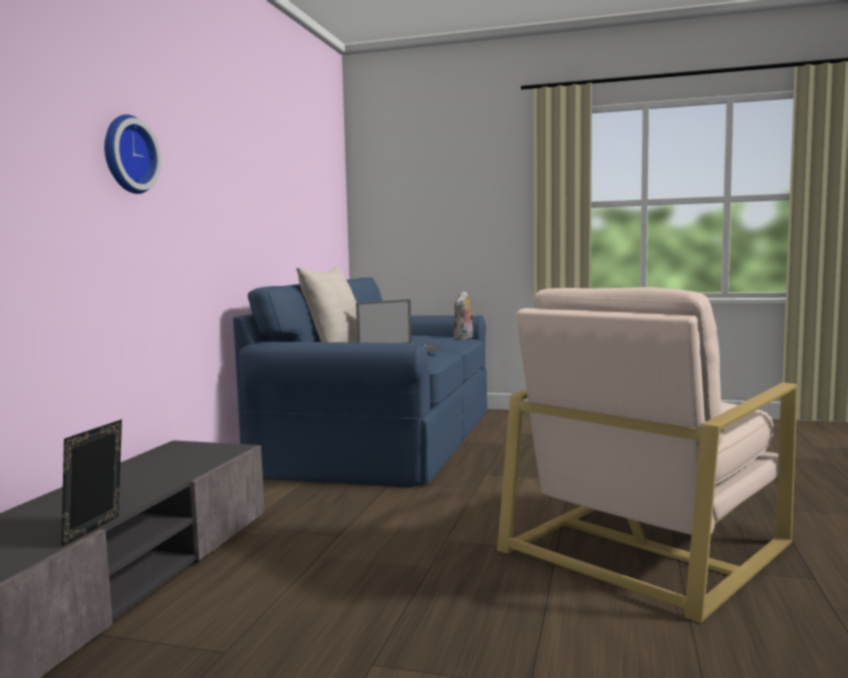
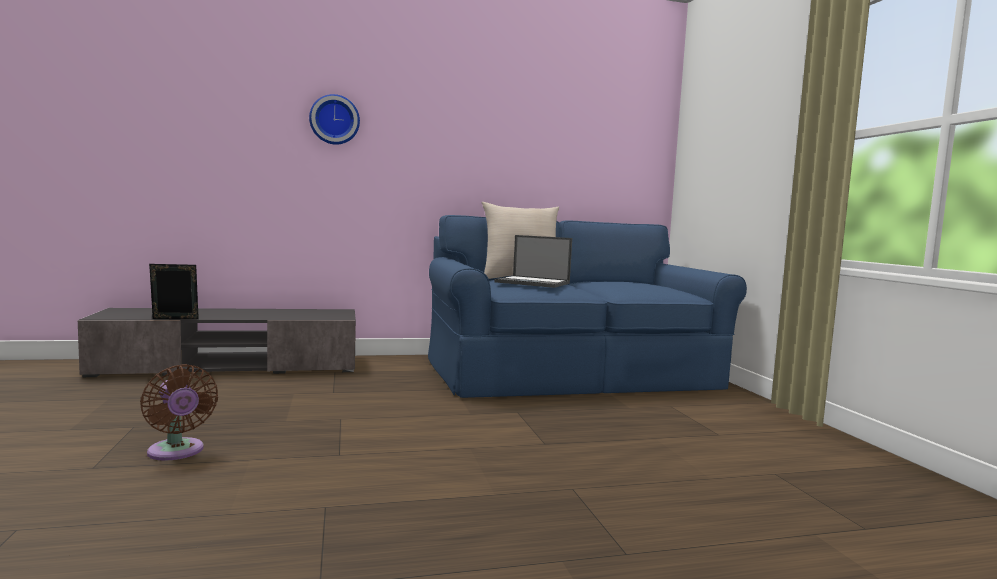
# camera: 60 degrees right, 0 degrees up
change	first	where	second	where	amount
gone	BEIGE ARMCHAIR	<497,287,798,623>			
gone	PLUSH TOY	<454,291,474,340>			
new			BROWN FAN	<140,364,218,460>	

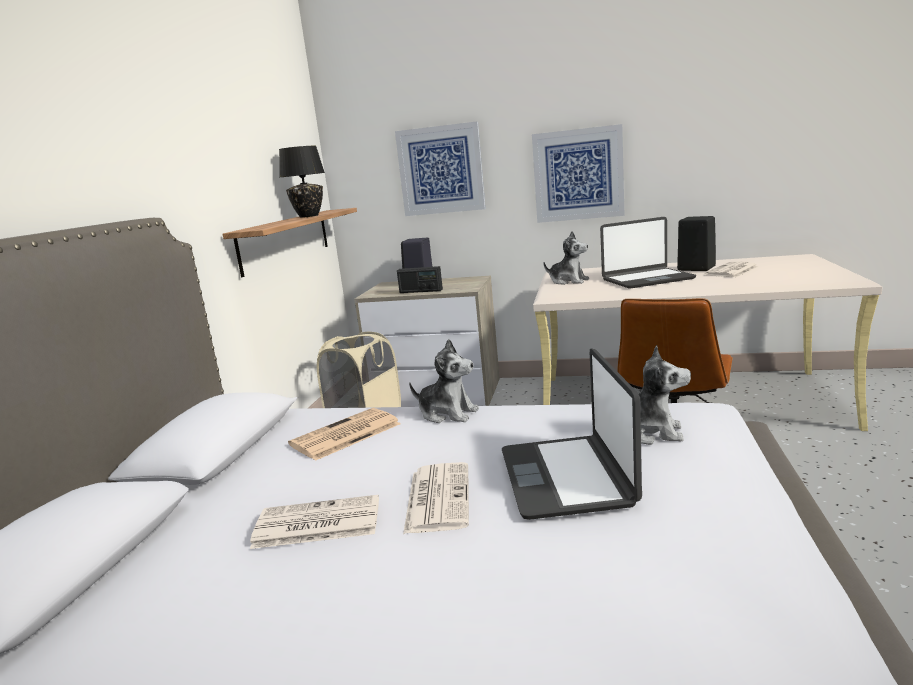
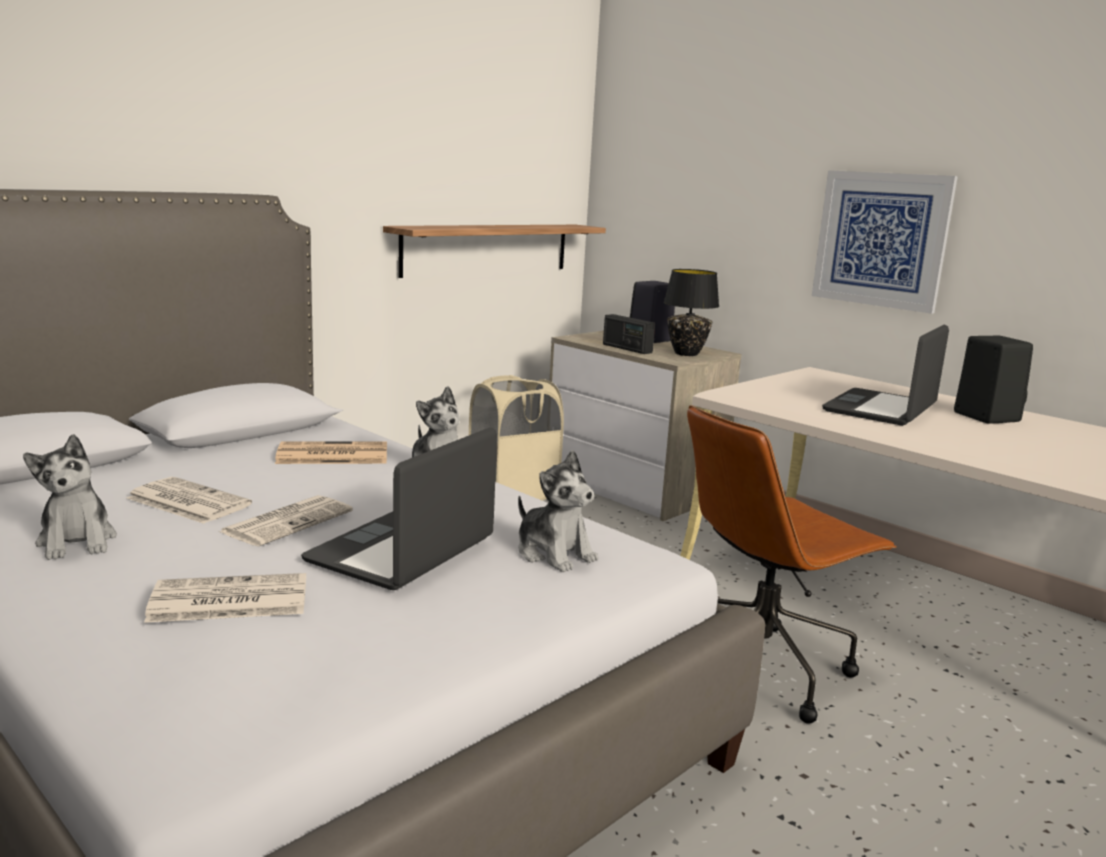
# camera: 30 degrees right, 0 degrees up
change	first	where	second	where	amount
gone	PICTURE	<395,121,485,216>			
shifted	BLACK TABLE LAMP	<279,146,325,218>		<664,269,719,356>	
rotated	LAPTOP	<600,217,696,289>		<822,324,949,426>	105 degrees clockwise
shifted	PLUSH TOY	<543,231,589,285>		<23,434,117,560>	
shifted	NEWSPAPER	<705,261,759,278>		<144,573,306,623>	

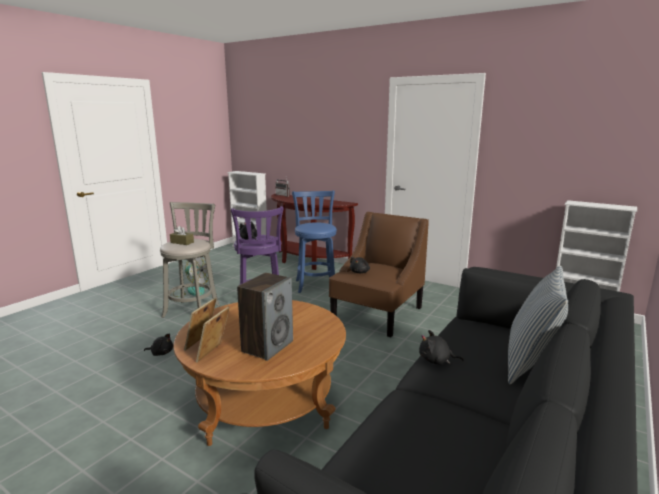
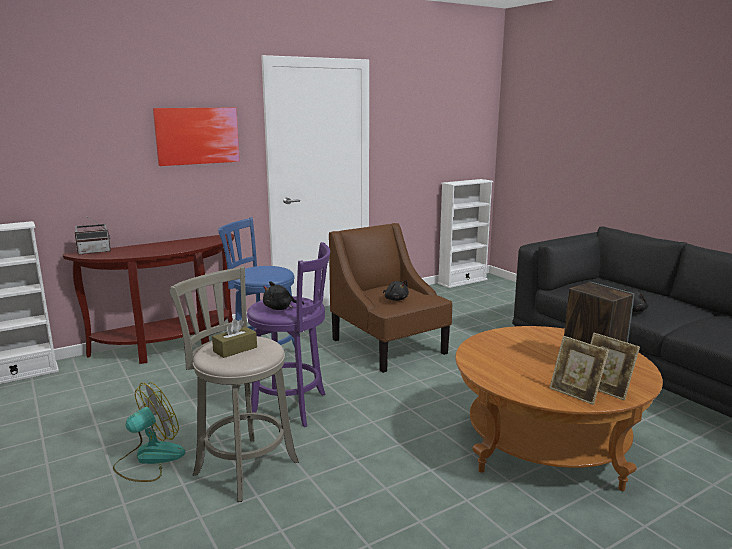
# camera: 65 degrees left, 0 degrees up
change	first	where	second	where	amount
gone	PILLOW	<508,266,568,384>			
gone	BLACK PLUSH TOY	<144,334,173,356>			
new			PICTURE	<153,108,240,166>	

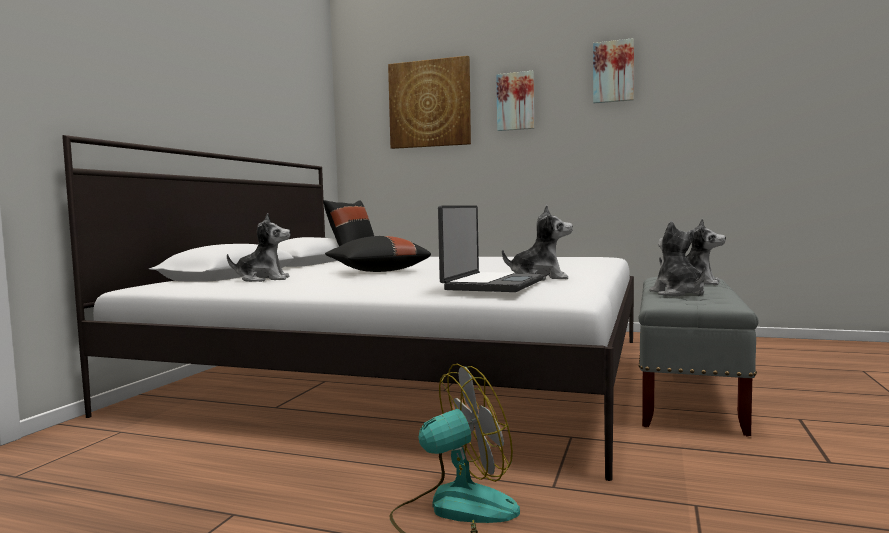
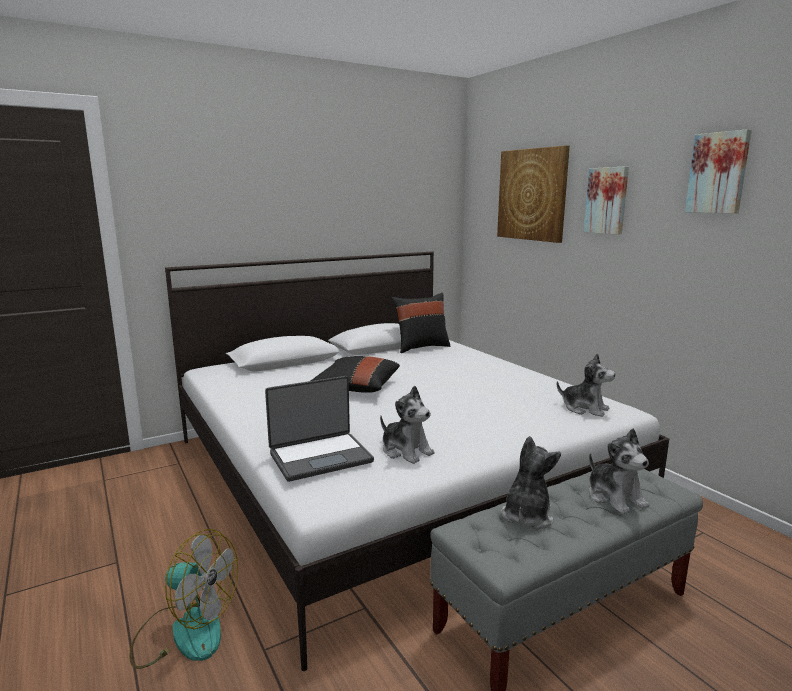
# camera: 40 degrees right, 10 degrees up
change	first	where	second	where	amount
shifted	PLUSH TOY	<227,213,291,282>		<557,353,615,417>	

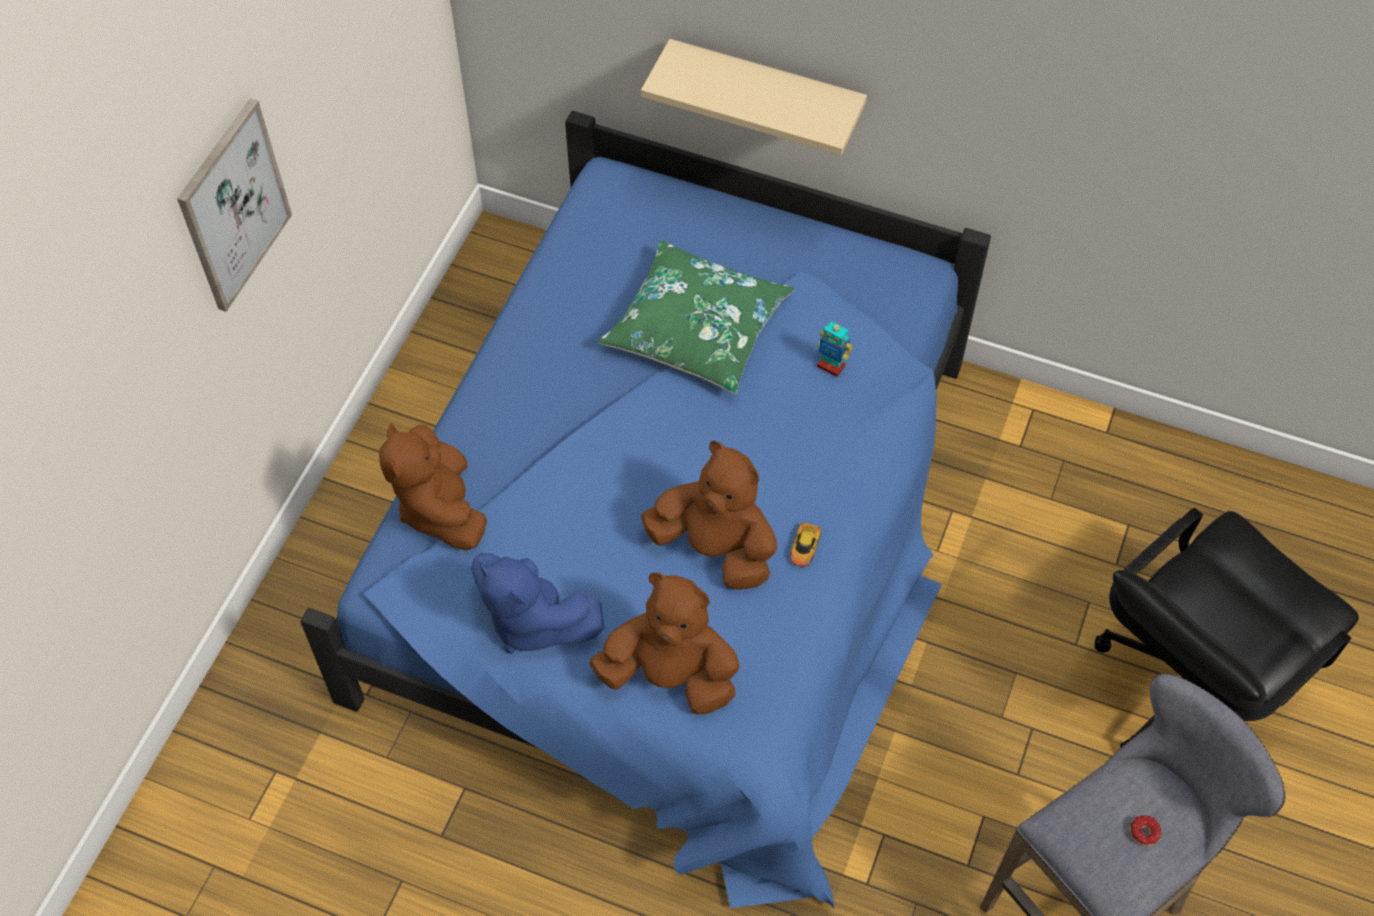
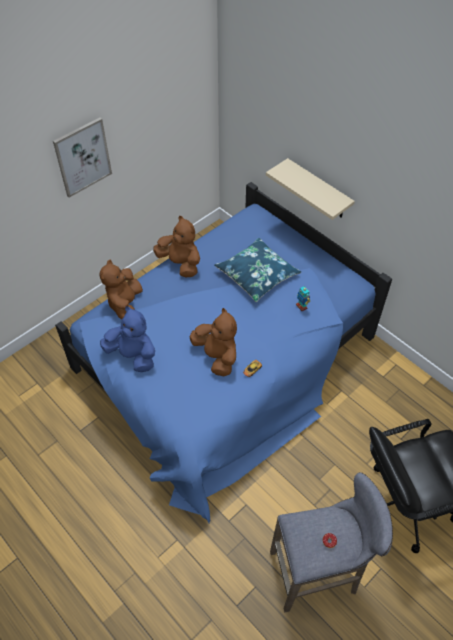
# camera: 25 degrees right, 5 degrees down
change	first	where	second	where	amount
repainted	GREEN PILLOW	<598,240,794,394>	BLUE PILLOW	<214,238,301,302>	
rotated	BLUE PLUSH TOY	<471,553,605,654>		<100,306,155,372>	150 degrees clockwise
shifted	BROWN PLUSH TOY	<589,573,740,714>		<153,216,200,278>	

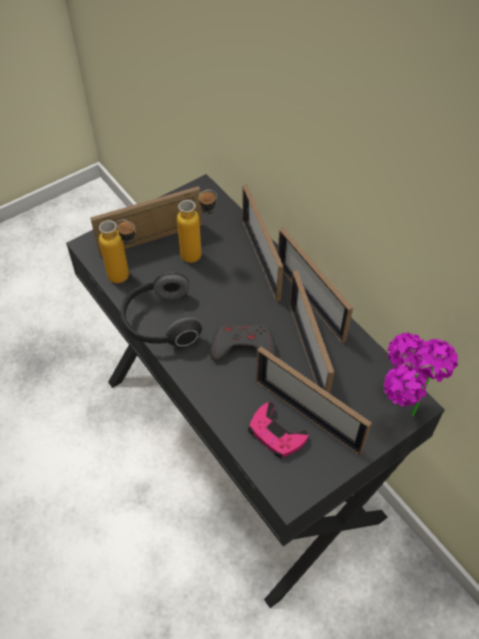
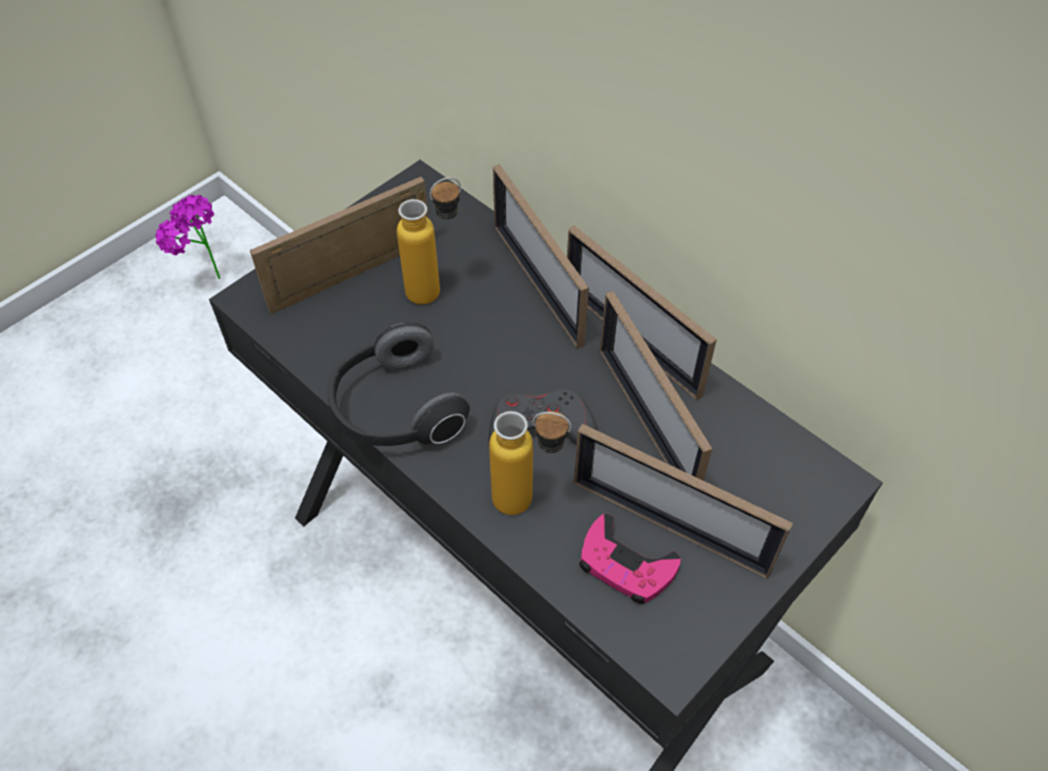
# camera: 10 degrees left, 0 degrees up
change	first	where	second	where	amount
shifted	BOTTLE	<99,219,136,283>		<489,411,571,515>	
shifted	POTTED PLANT	<384,333,458,417>		<155,195,220,279>	

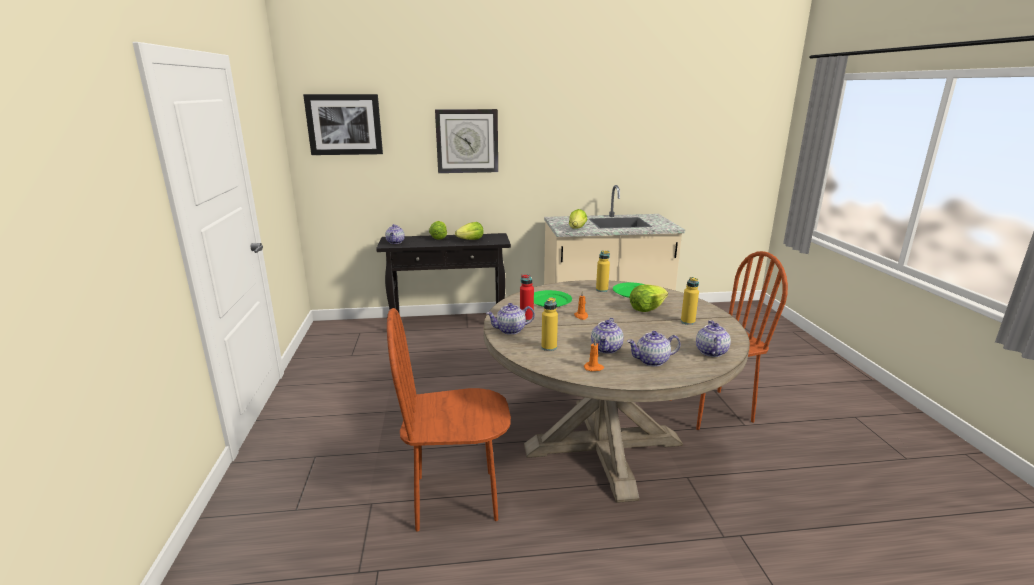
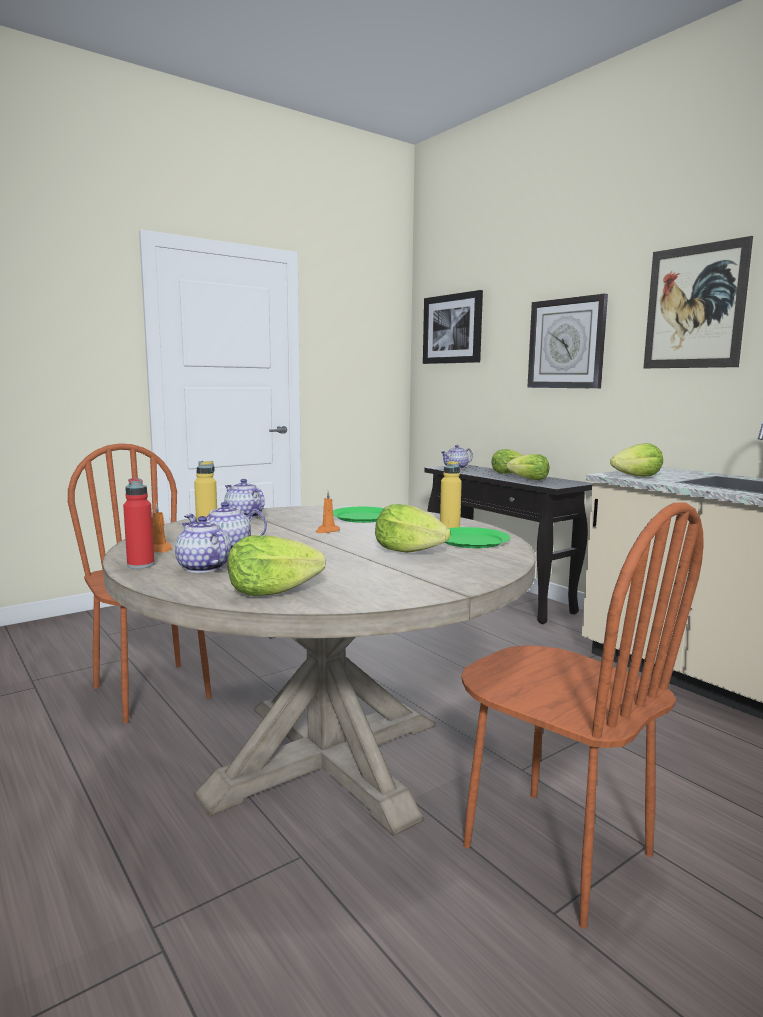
# camera: 60 degrees right, 10 degrees down
change	first	where	second	where	amount
shifted	RED BOTTLE	<520,274,534,321>		<123,478,155,569>	
gone	YELLOW BOTTLE	<681,277,699,325>			
swapped	TEAPOT	<696,320,731,357>	LETTUCE	<228,535,326,596>	
new			PICTURE	<644,236,753,368>	

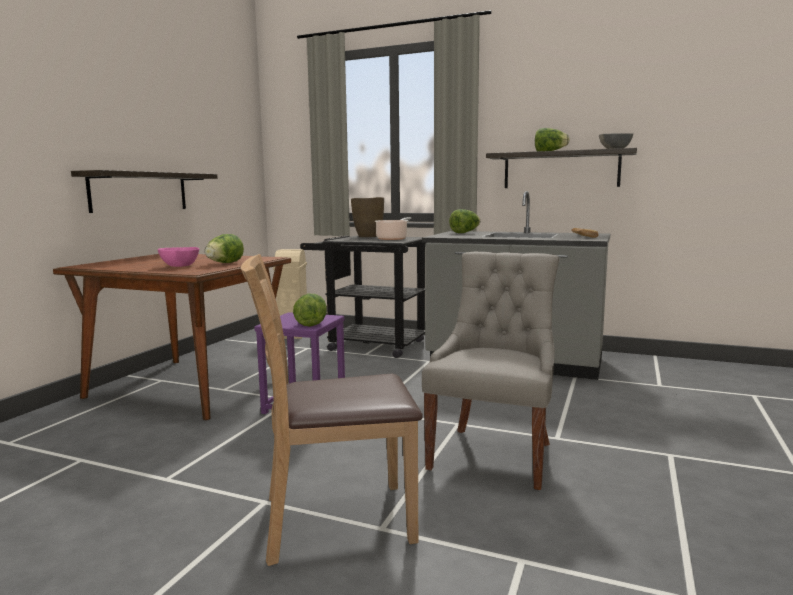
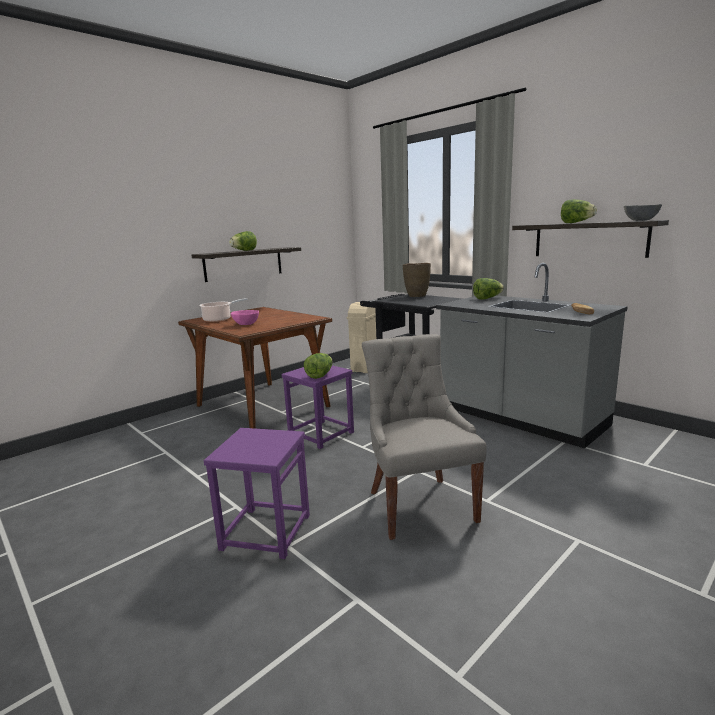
# camera: 25 degrees right, 5 degrees up
change	first	where	second	where	amount
shifted	COOKING POT	<375,217,411,240>		<199,298,248,322>	
shifted	LETTUCE	<205,234,244,263>		<229,231,257,251>	
rotated	GREY CHAIR	<422,252,559,490>		<362,334,487,540>	60 degrees counterclockwise
swapped	BROWN CHAIR	<241,254,423,566>	PURPLE STOOL	<204,428,310,559>	

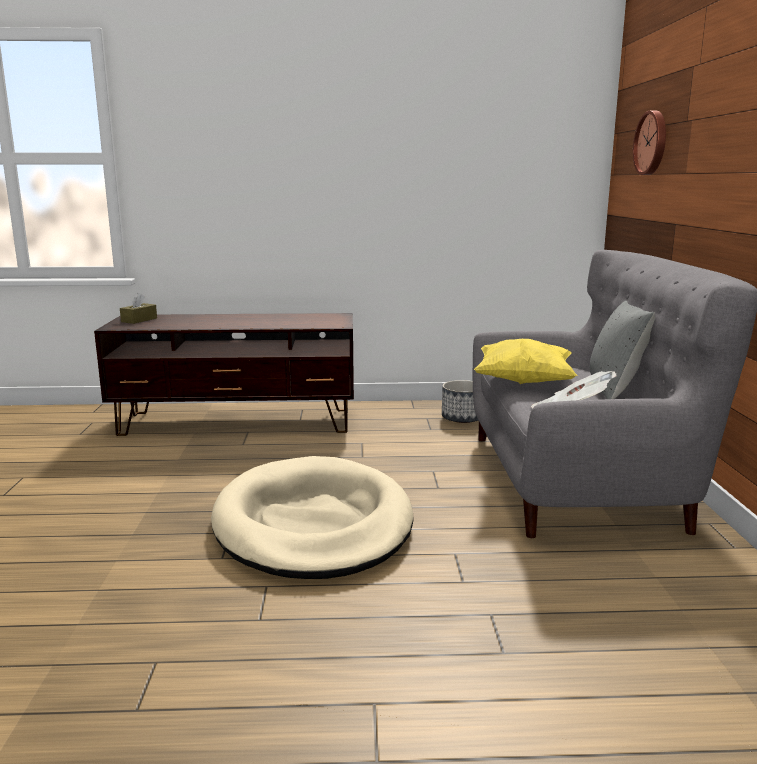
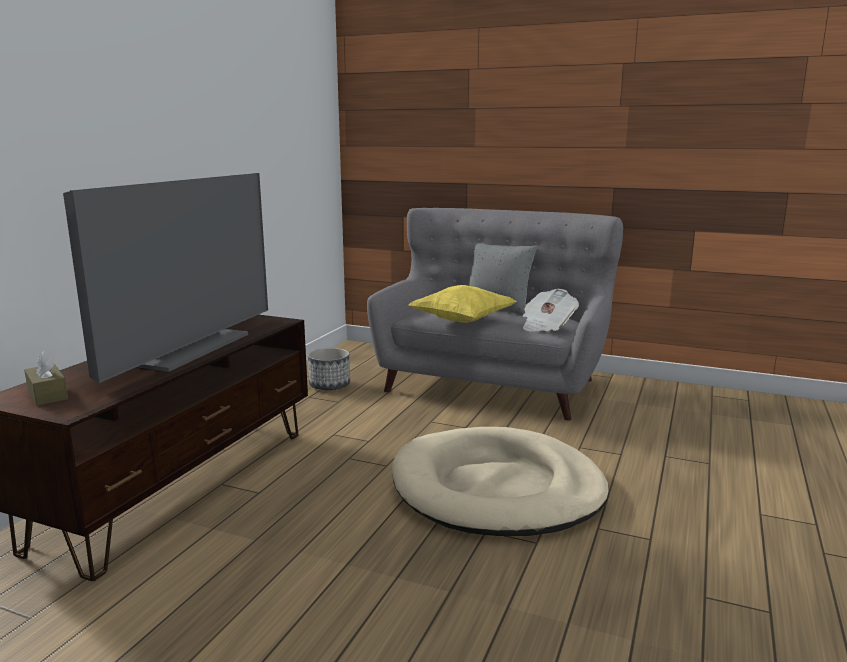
# camera: 65 degrees left, 0 degrees up
change	first	where	second	where	amount
gone	WALL CLOCK	<633,111,666,175>			
new			TELEVISION	<63,173,268,383>	

